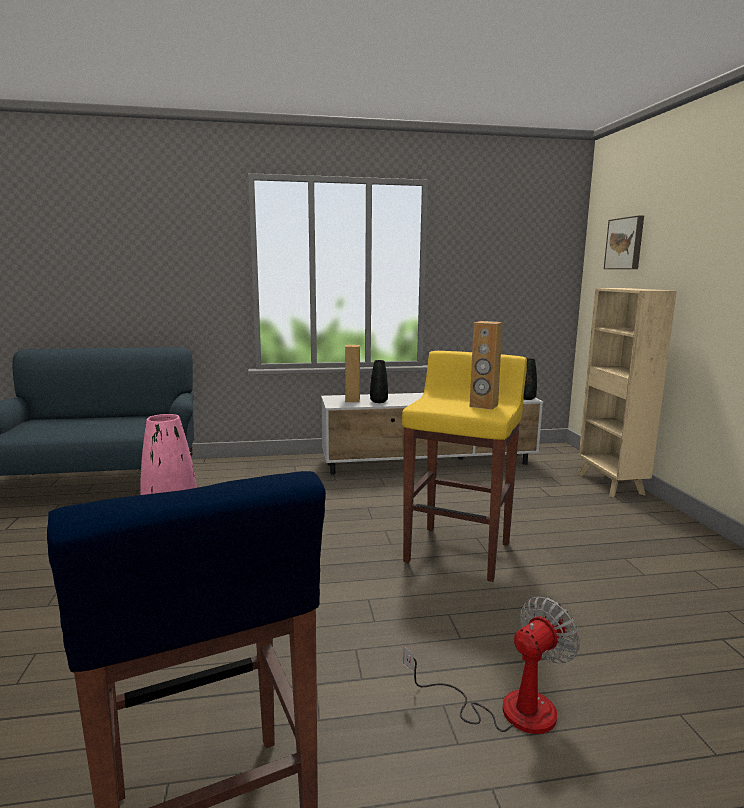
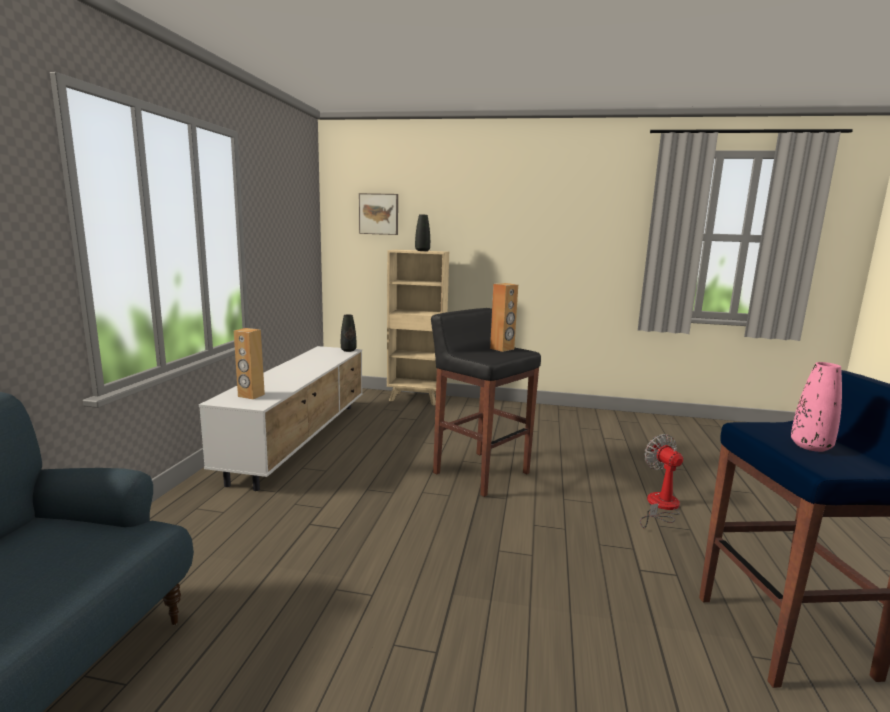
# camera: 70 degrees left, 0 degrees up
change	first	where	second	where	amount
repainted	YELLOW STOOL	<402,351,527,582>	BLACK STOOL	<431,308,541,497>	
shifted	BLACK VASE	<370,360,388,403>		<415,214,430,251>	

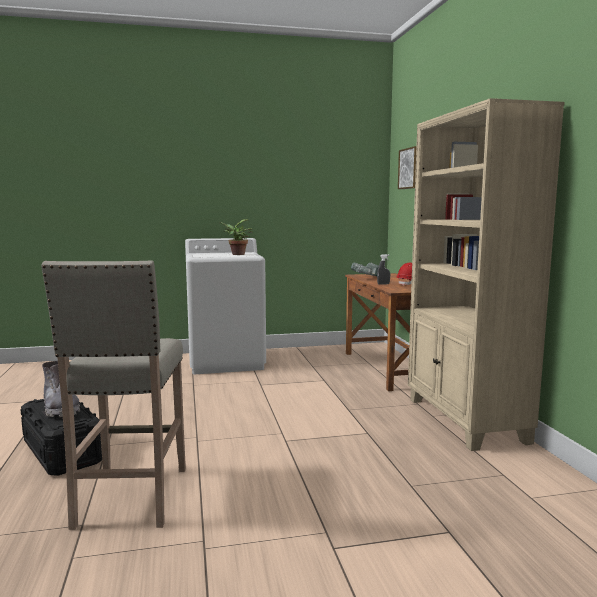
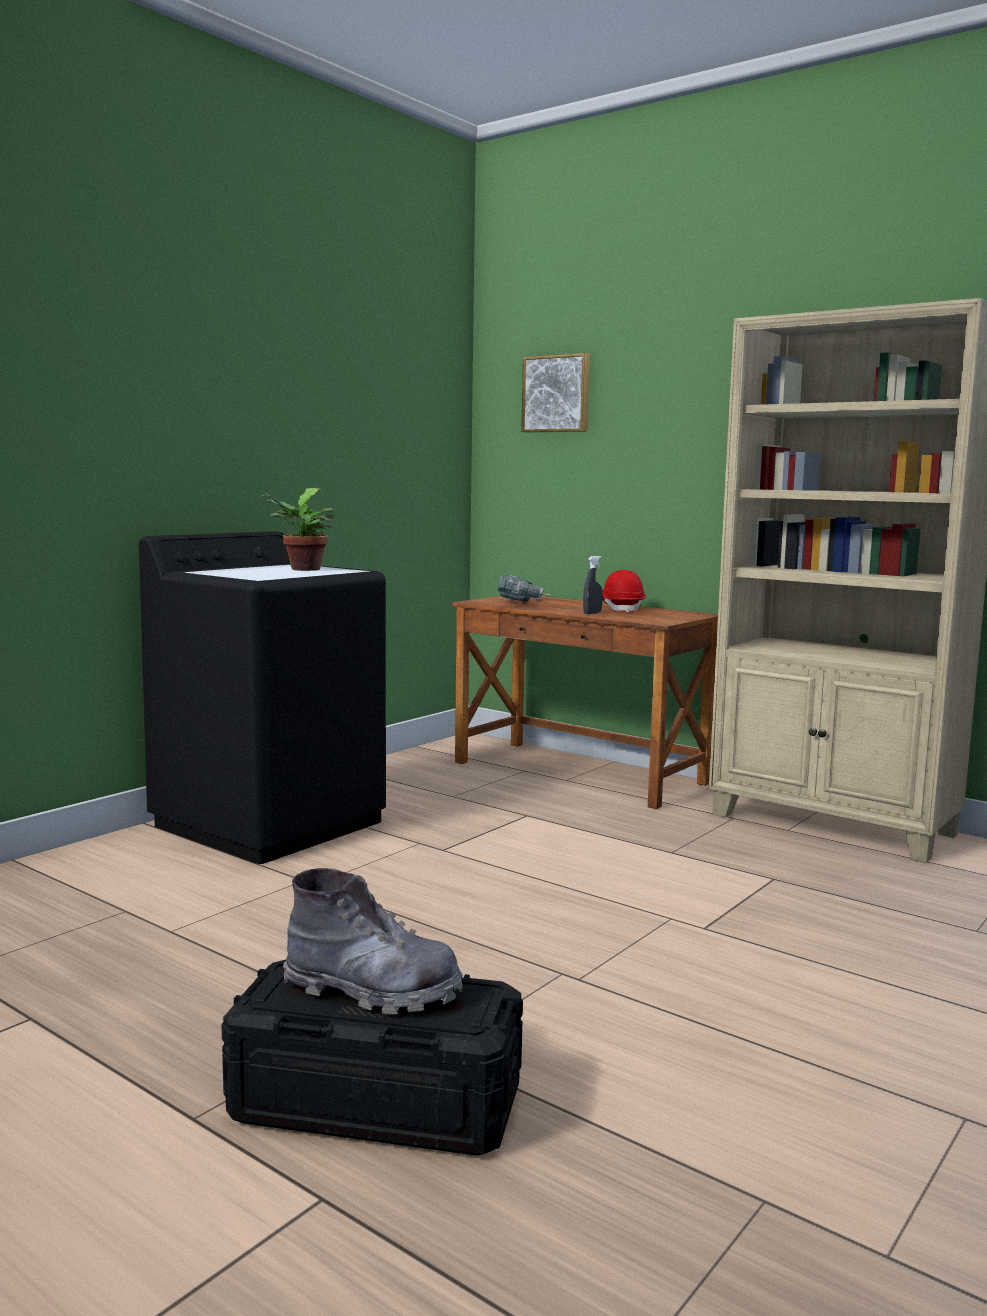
# camera: 40 degrees left, 0 degrees up
change	first	where	second	where	amount
repainted	WHITE WASHING MACHINE	<185,238,266,374>	BLACK WASHING MACHINE	<139,531,386,864>	
gone	BEIGE STOOL	<41,260,186,530>			

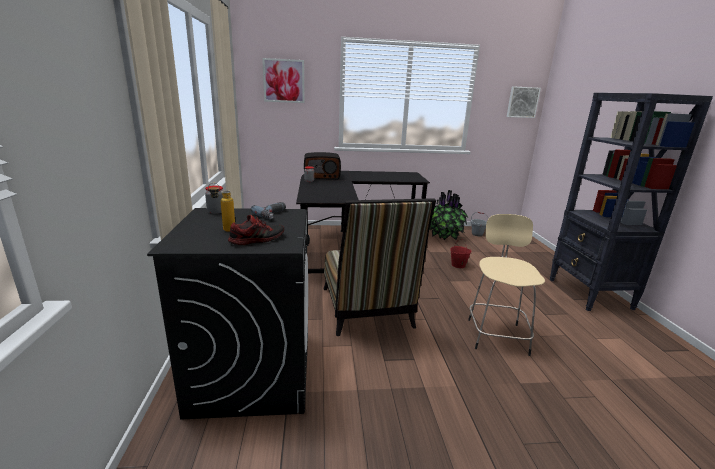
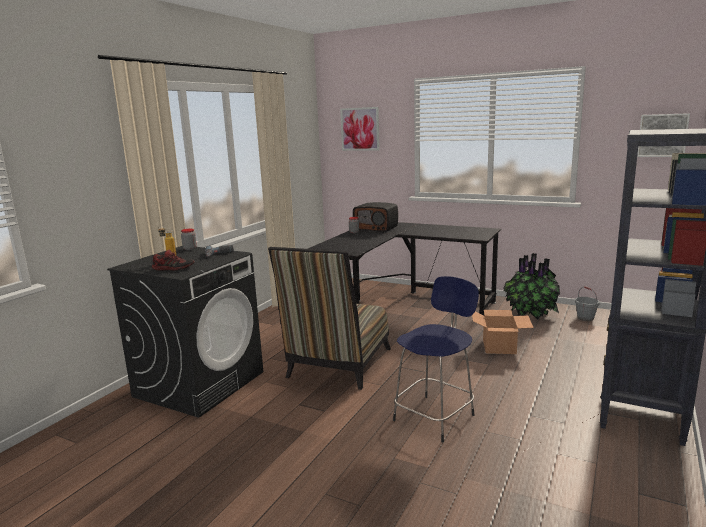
# camera: 35 degrees right, 5 degrees down
change	first	where	second	where	amount
repainted	BEIGE STOOL	<468,214,545,356>	BLUE STOOL	<393,276,479,443>	
swapped	RED BUCKET	<450,239,472,268>	CARDBOARD BOX	<472,310,534,354>	

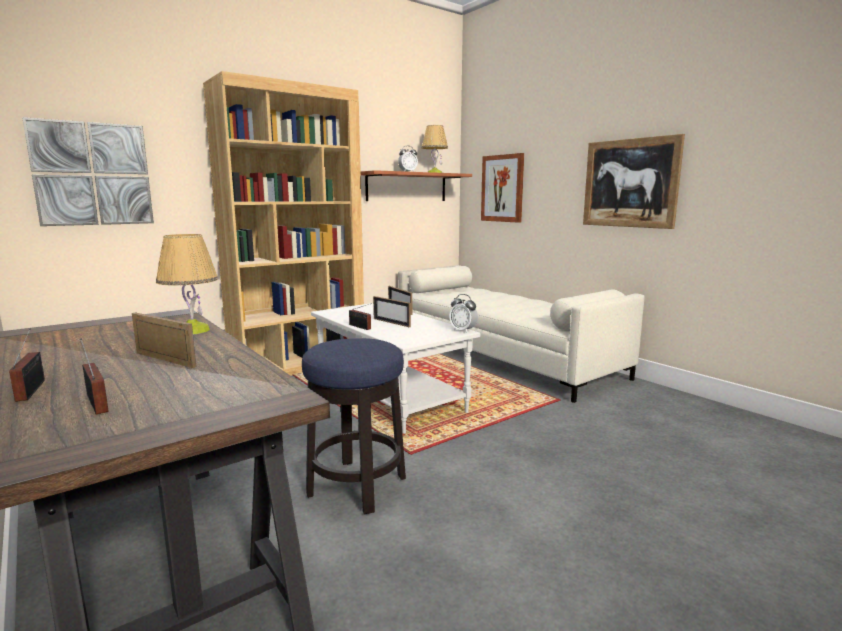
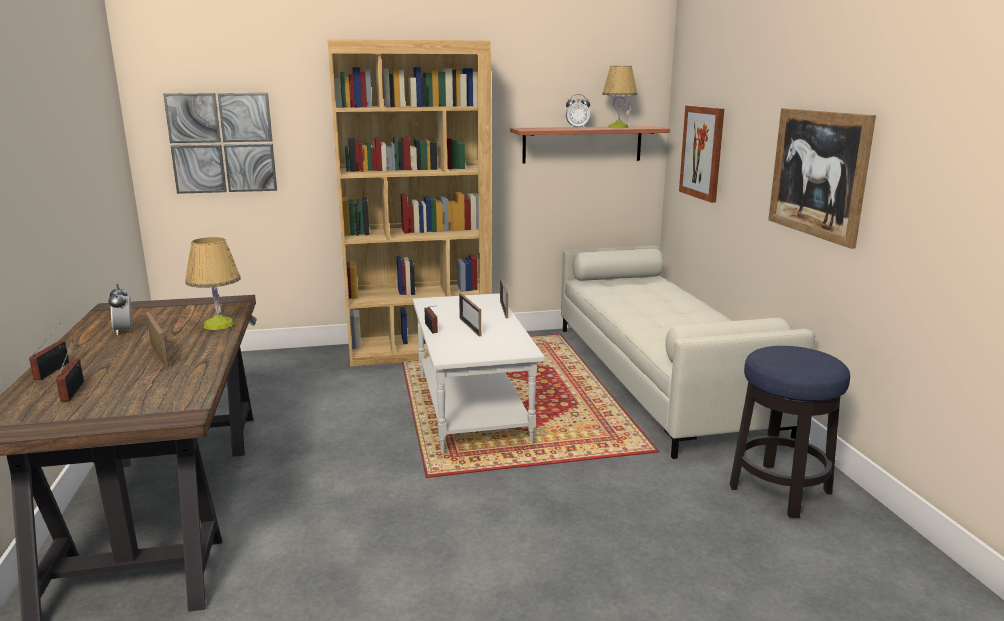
# camera: 25 degrees right, 5 degrees up
change	first	where	second	where	amount
shifted	ALARM CLOCK	<449,294,478,333>		<108,284,132,335>	
shifted	STOOL	<302,338,406,514>		<730,346,850,518>	

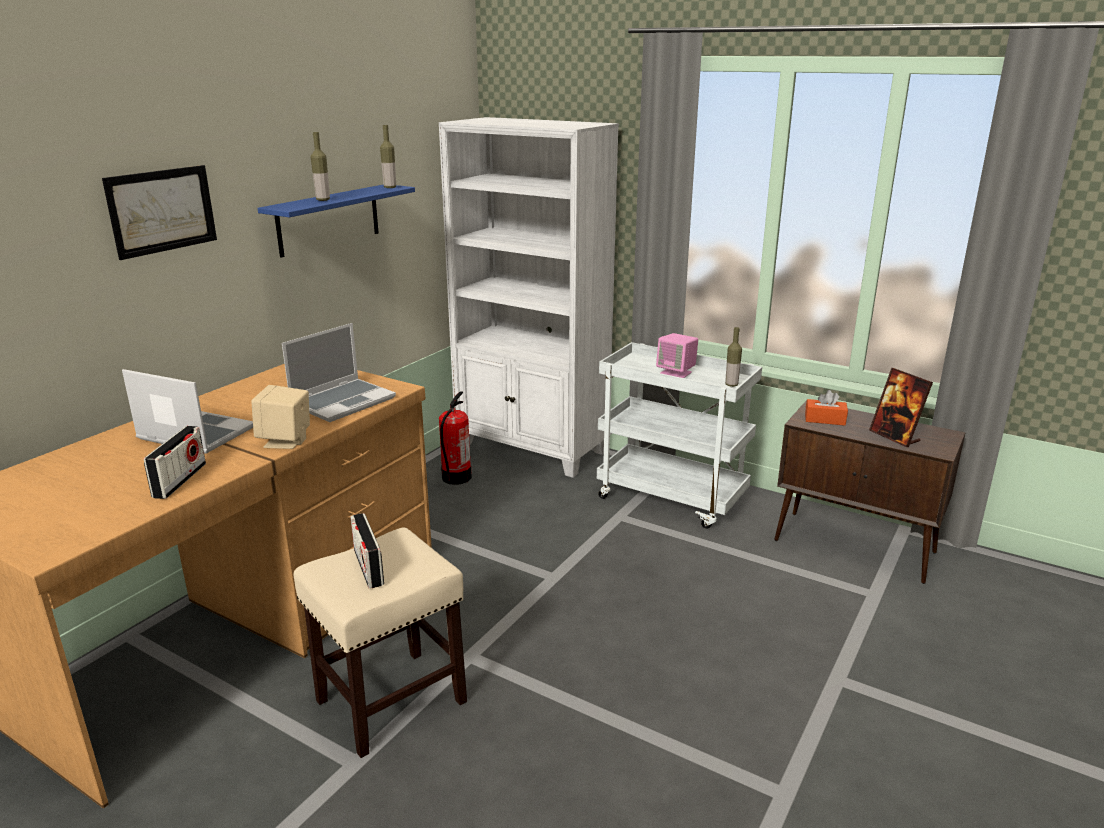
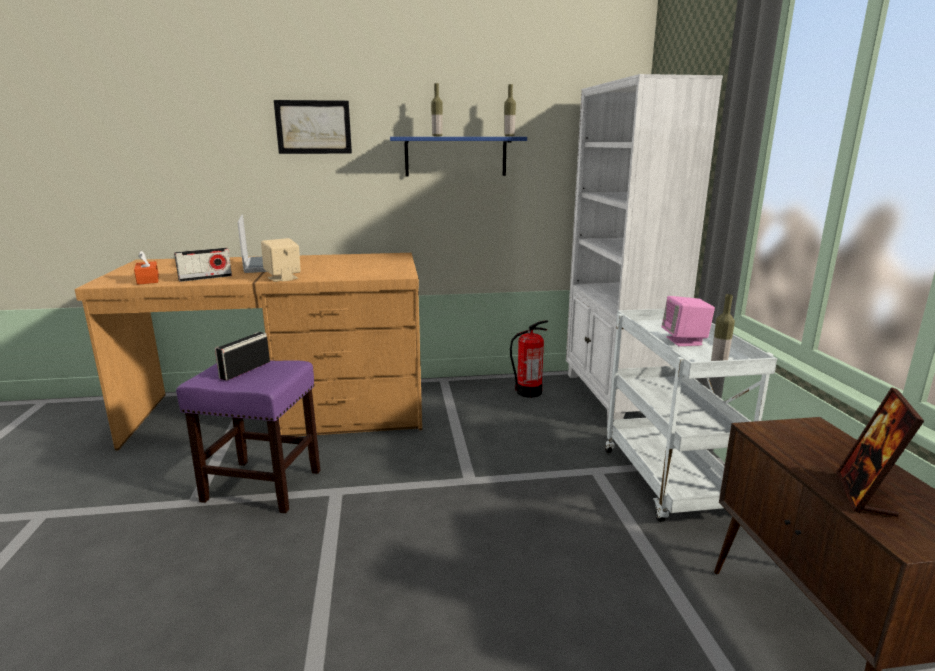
# camera: 50 degrees right, 5 degrees down
change	first	where	second	where	amount
gone	LAPTOP	<282,323,396,422>			
shifted	ORANGE TISSUE BOX	<805,390,848,426>		<134,251,159,285>	
repainted	BEIGE STOOL	<294,527,467,758>	PURPLE STOOL	<176,360,321,513>	

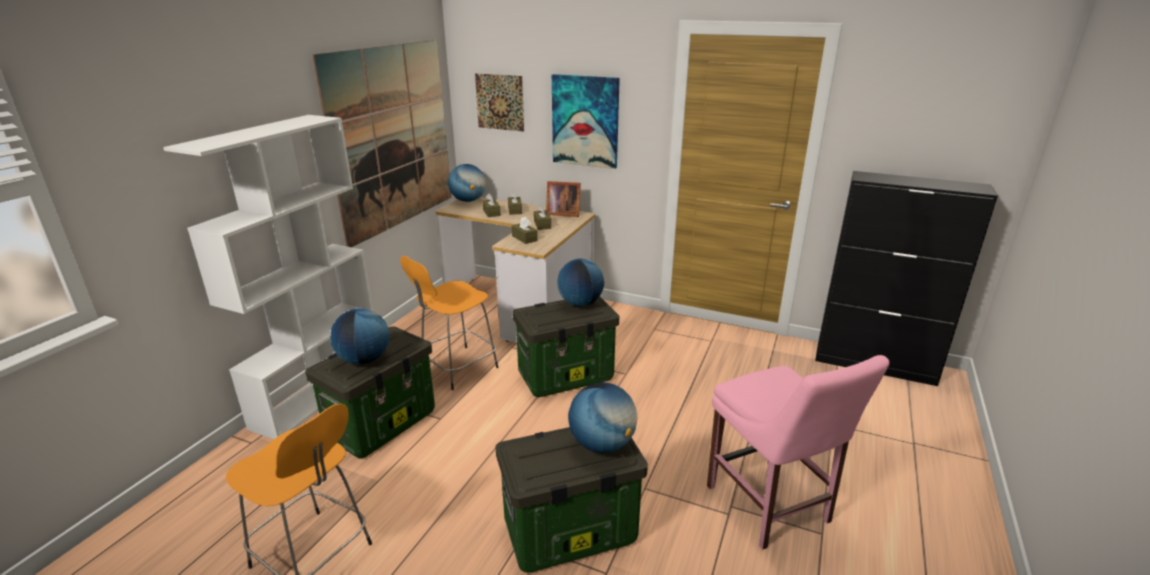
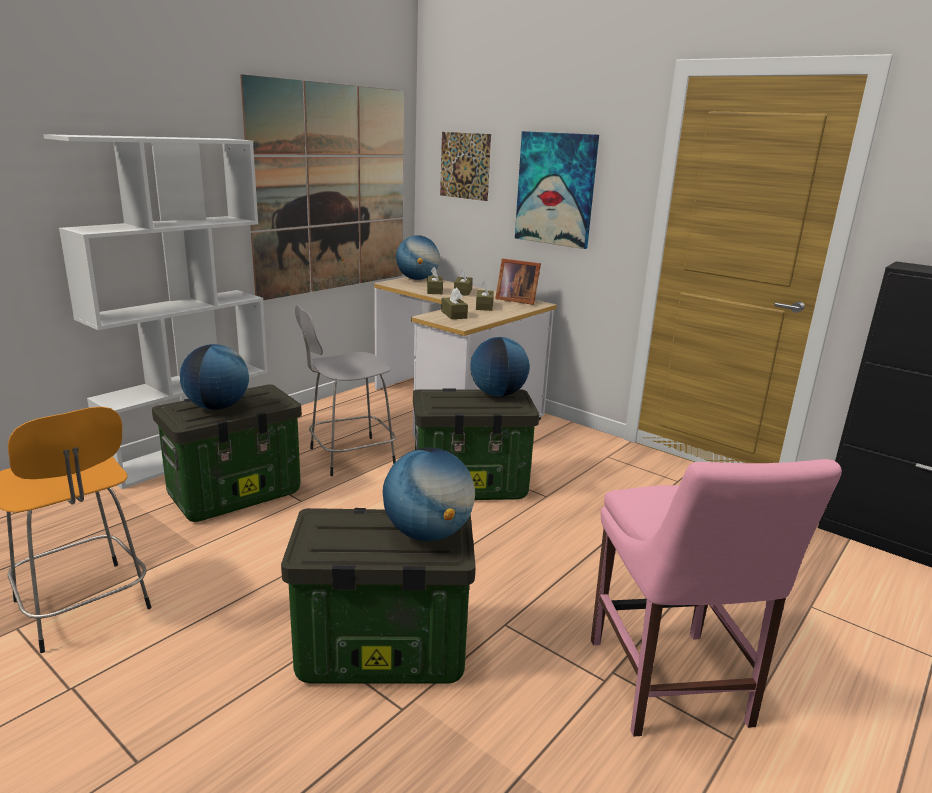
# camera: 15 degrees right, 5 degrees down
change	first	where	second	where	amount
repainted	ORANGE STOOL	<400,256,498,390>	GREY STOOL	<295,305,396,476>	

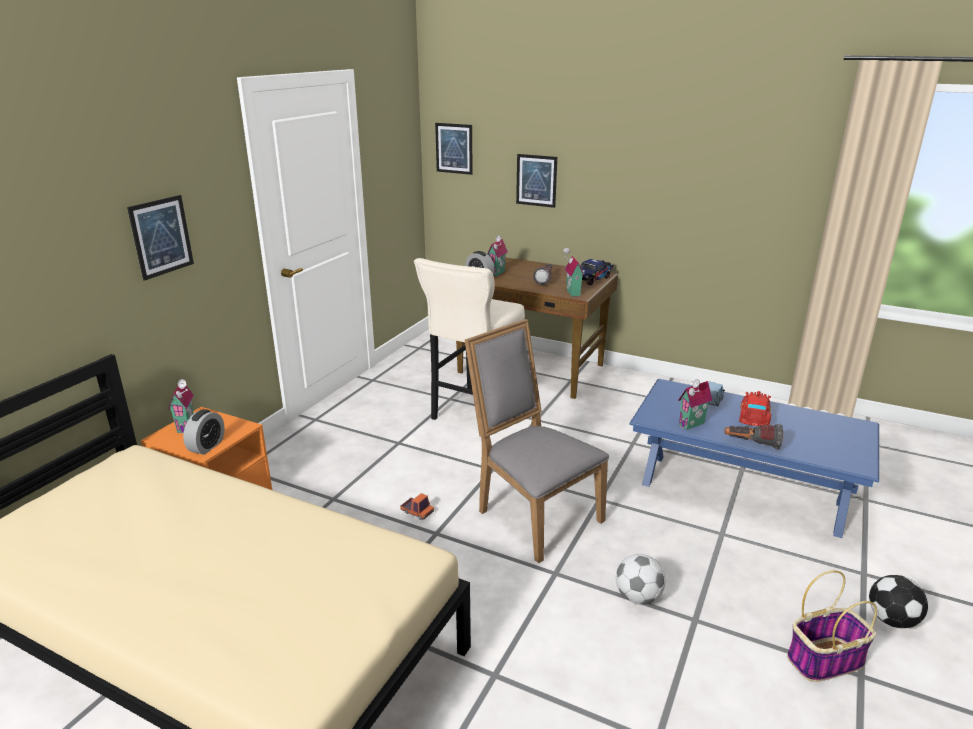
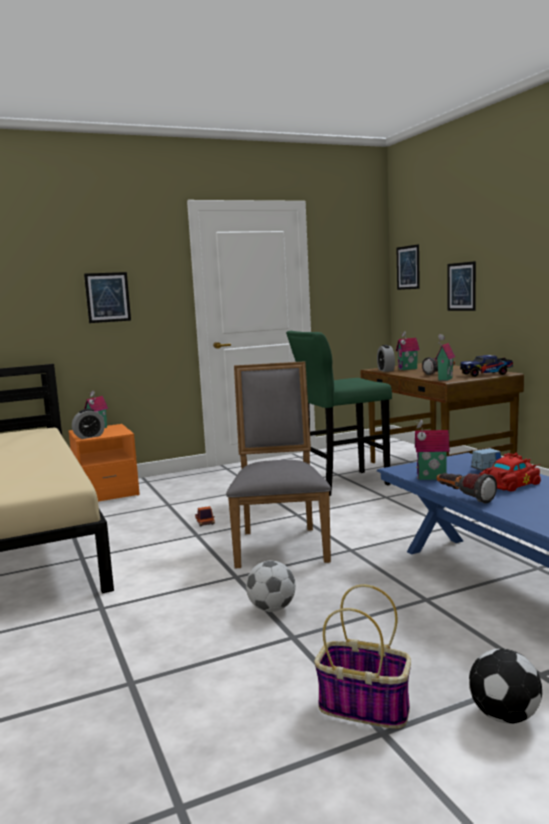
# camera: 40 degrees right, 15 degrees down
change	first	where	second	where	amount
repainted	BEIGE STOOL	<414,258,525,420>	GREEN STOOL	<286,331,392,496>	

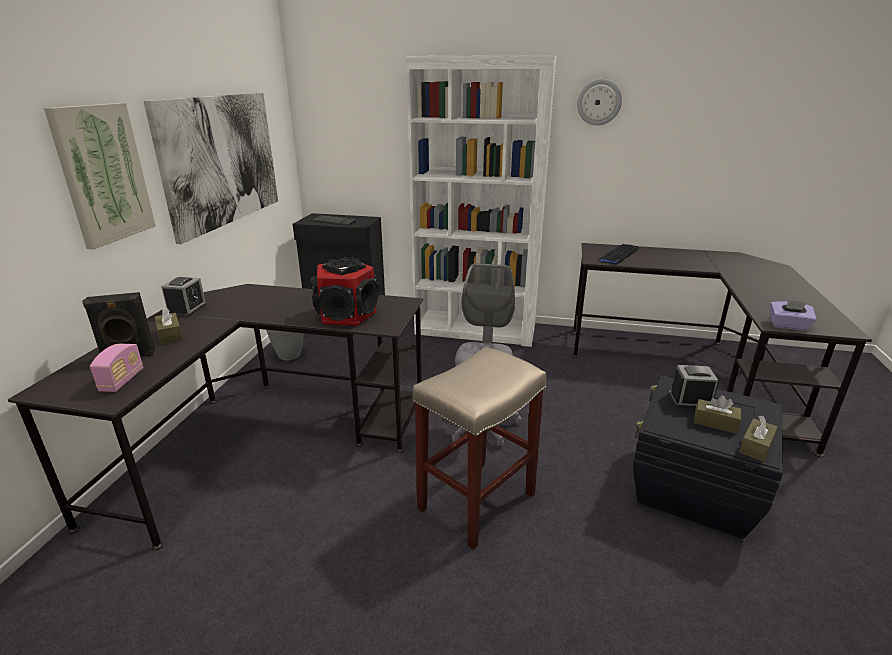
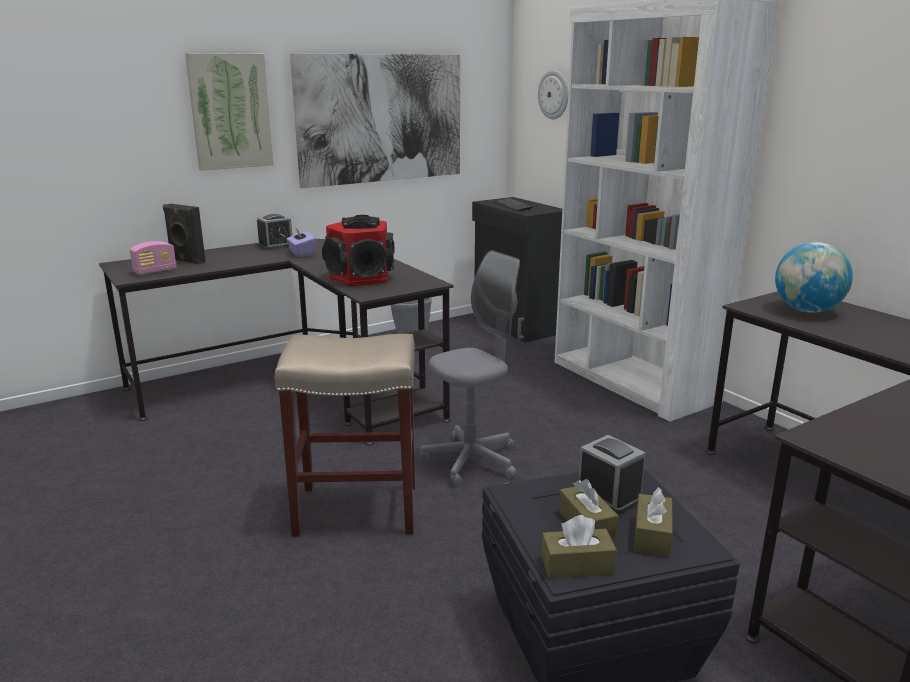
# camera: 45 degrees right, 5 degrees down
change	first	where	second	where	amount
shifted	WALL CLOCK	<577,79,622,126>		<538,70,568,119>	
swapped	KEYBOARD	<598,244,639,265>	GLOBE	<775,242,853,313>	
shifted	PURPLE TISSUE BOX	<770,300,817,331>		<286,227,316,257>	
shifted	BROWN TISSUE BOX	<155,306,183,345>		<634,487,673,557>	

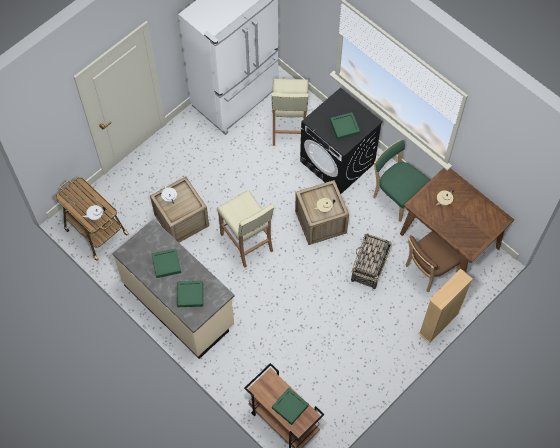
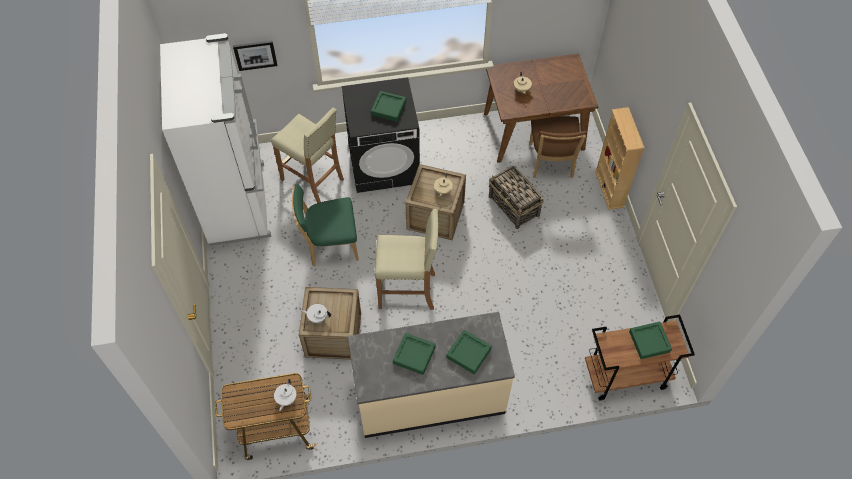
# camera: 55 degrees left, 5 degrees down
change	first	where	second	where	amount
shifted	GREEN CHAIR	<373,140,430,222>		<292,184,359,266>	
new			PICTURE	<233,40,278,71>	

